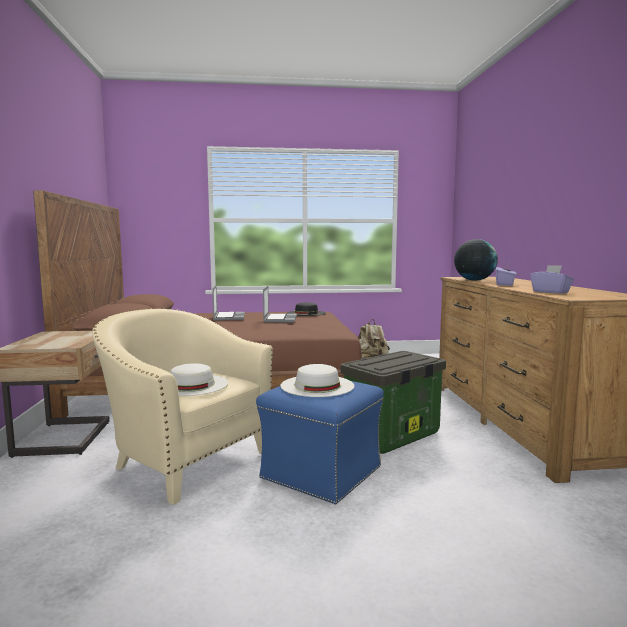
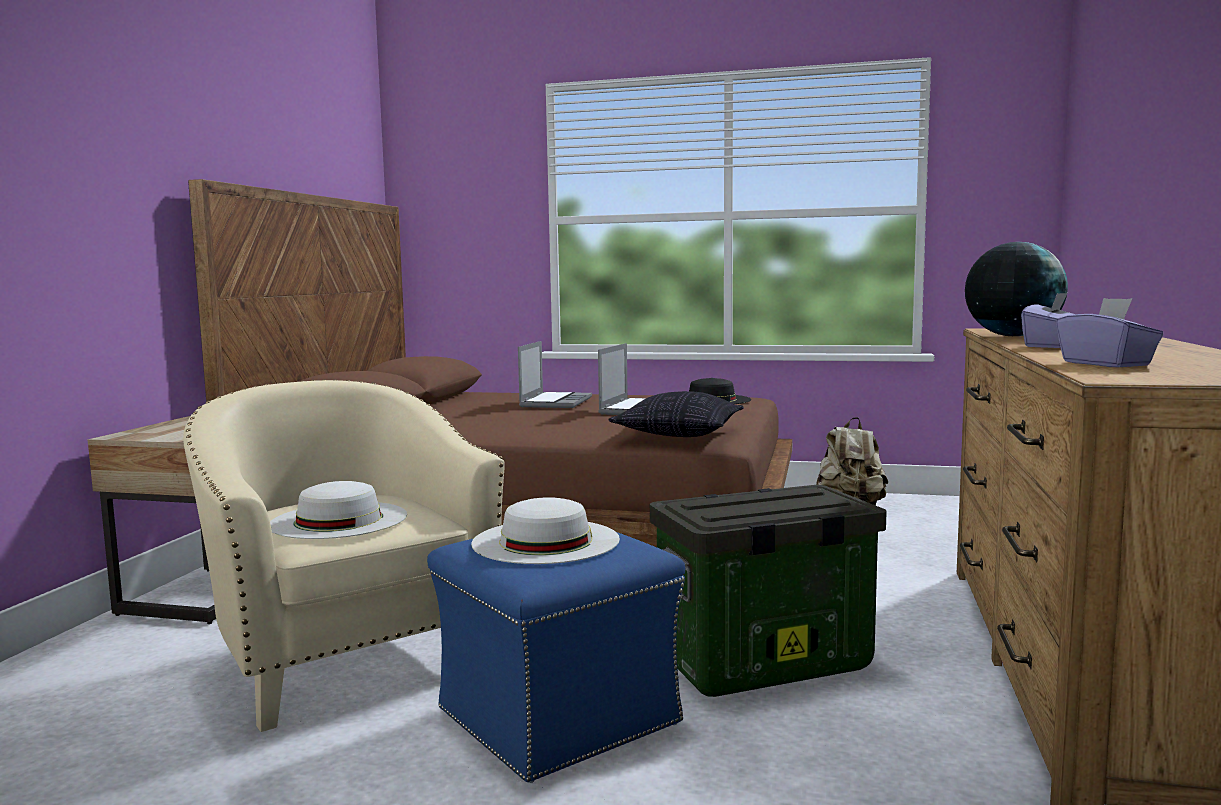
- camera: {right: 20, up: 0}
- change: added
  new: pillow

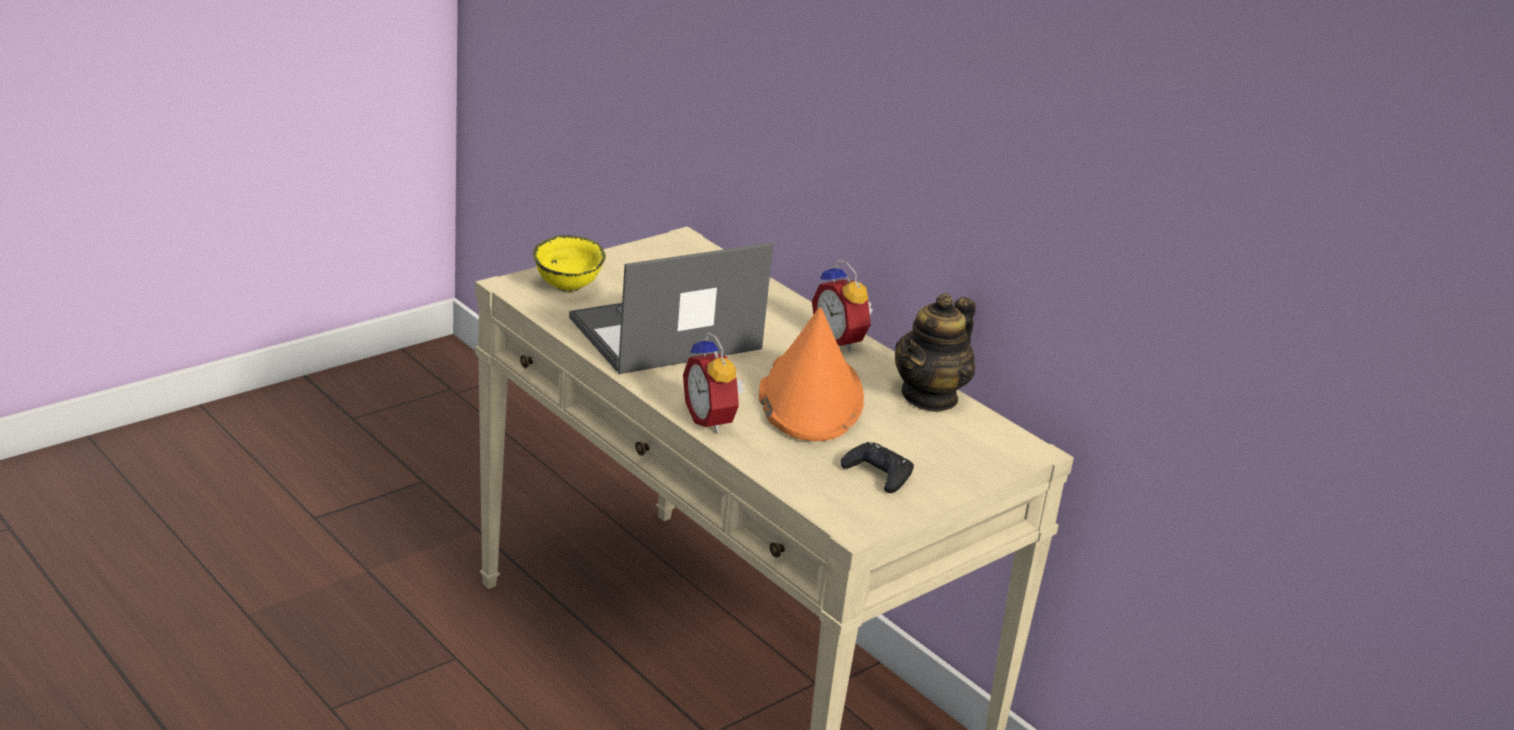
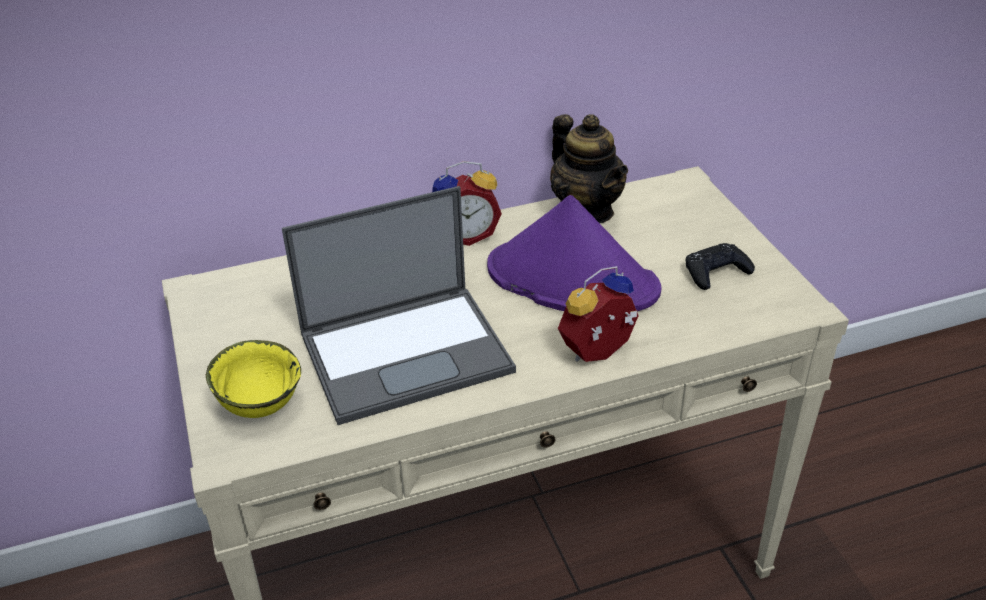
- camera: {right: -65, up: 10}
- change: turned
  old: laptop
  degrees: -105
- change: recoloured
  old: hat (orange)
  new: hat (purple)
- change: turned
  old: alarm clock (1st from left in the first image)
  degrees: 150

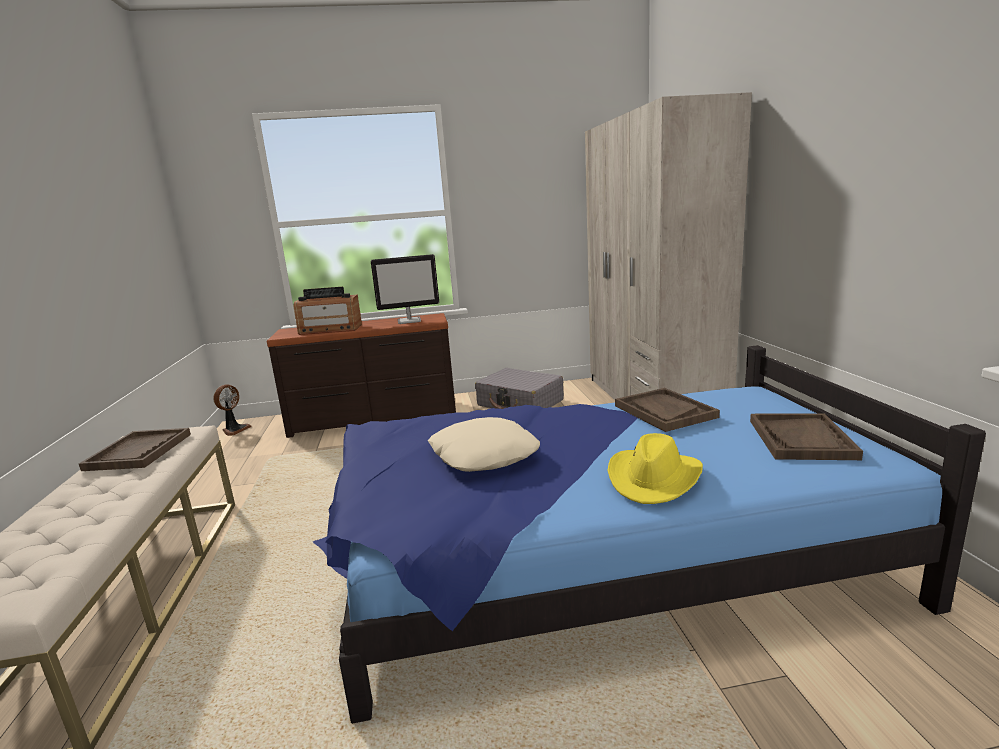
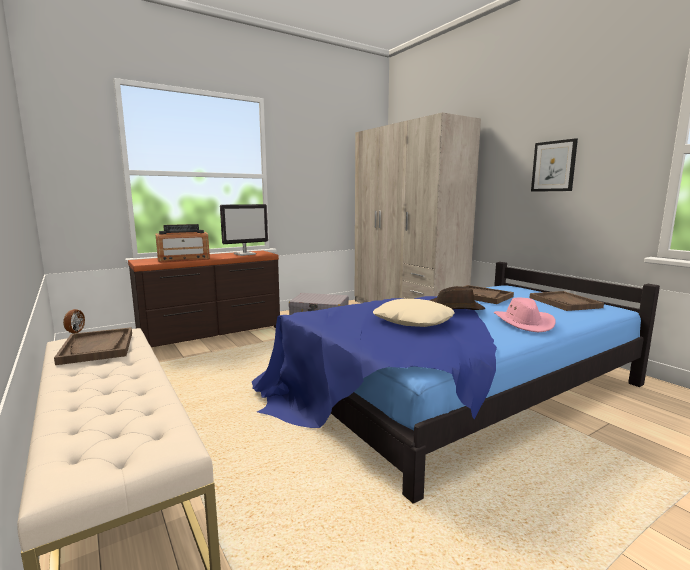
- camera: {right: -25, up: -5}
- change: recoloured
  old: hat (yellow)
  new: hat (pink)
- change: added
  new: picture
- change: added
  new: hat (brown)

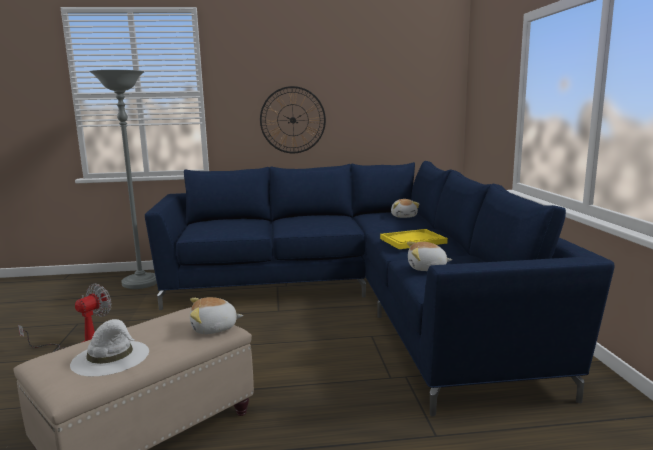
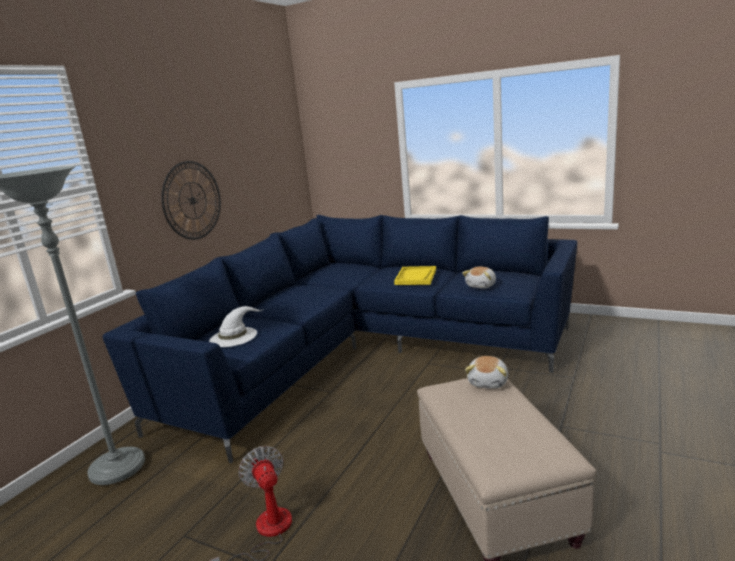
- camera: {right: -55, up: 5}
- change: removed
  old: plush toy (2nd from left)
- change: moved
  old: hat (white)

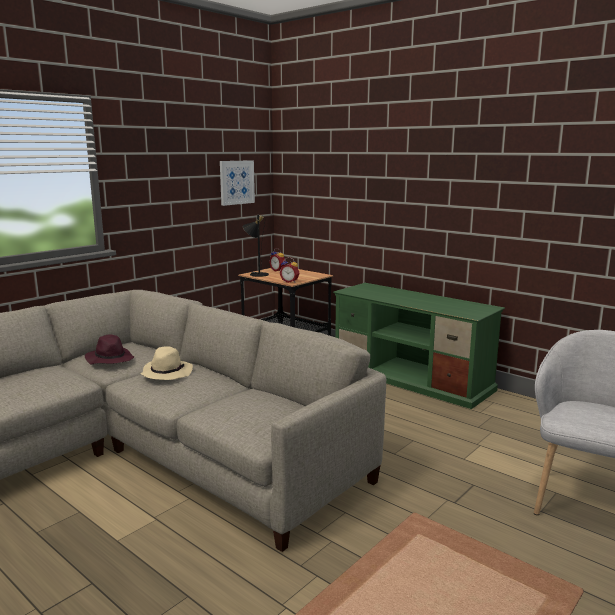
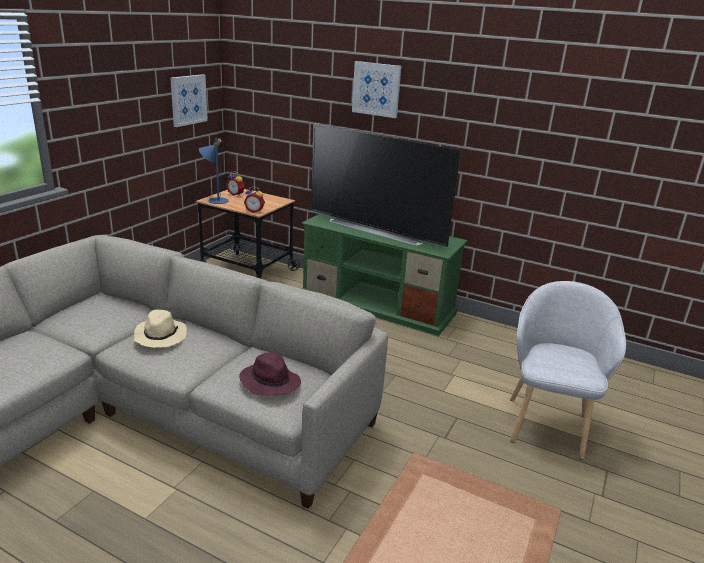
- camera: {right: -15, up: 10}
- change: recoloured
  old: table lamp (black)
  new: table lamp (blue)
- change: moved
  old: hat (purple)
- change: added
  new: picture (2nd from left)
- change: added
  new: television

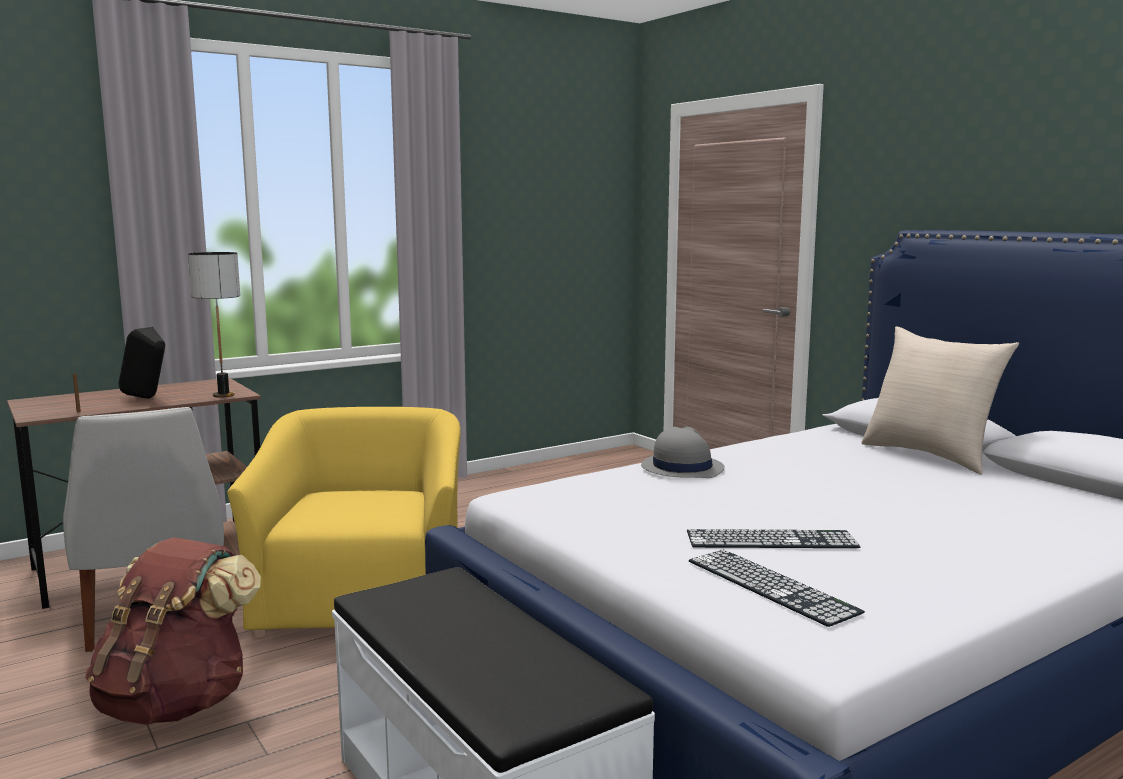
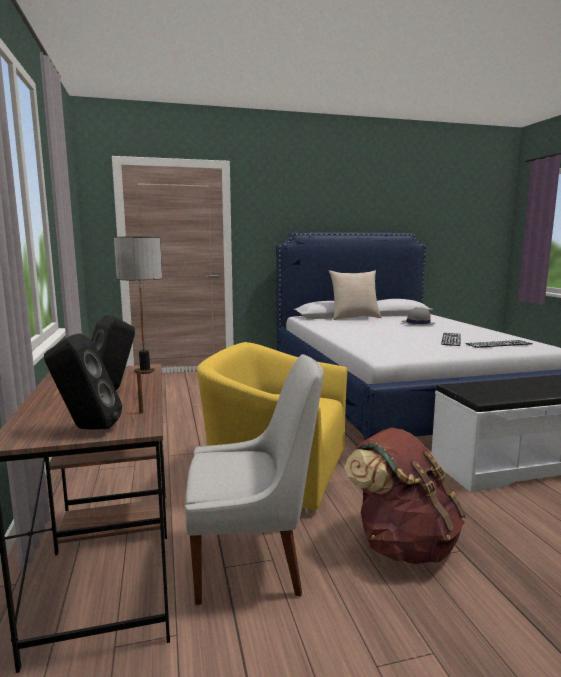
- camera: {right: -70, up: 0}
- change: moved
  old: hat (grey)
- change: added
  new: speaker (black) (1st from left)

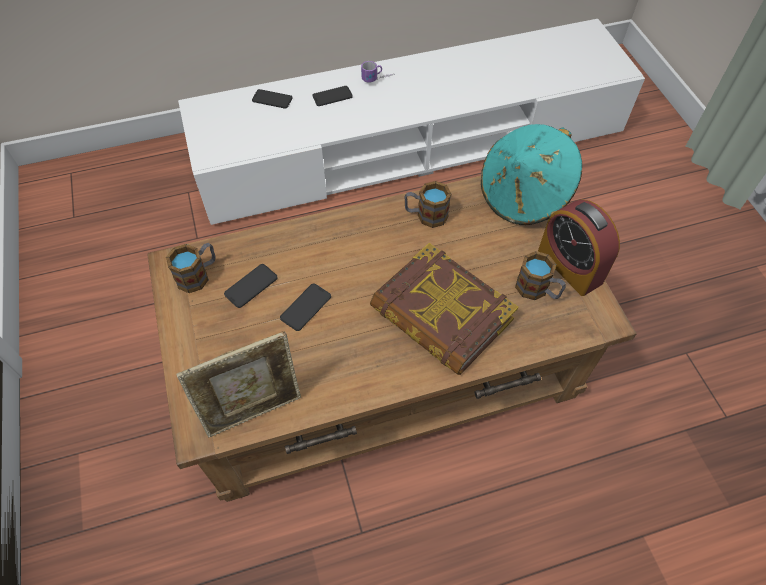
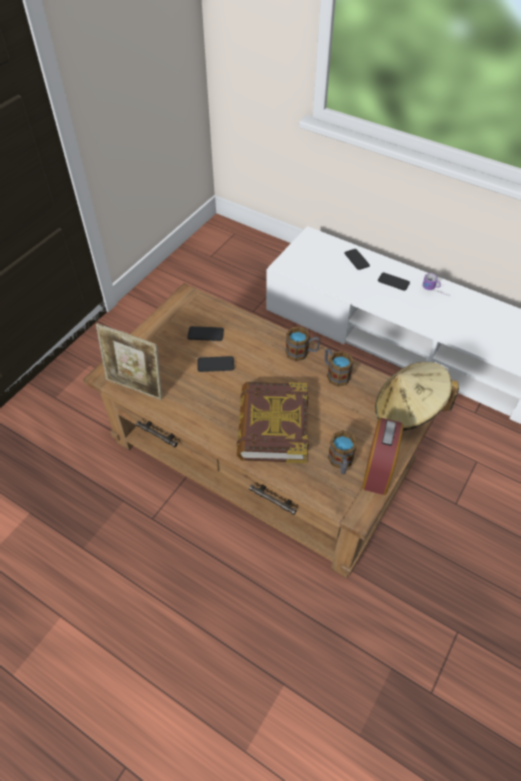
- camera: {right: 50, up: -5}
- change: recoloured
  old: hat (turquoise)
  new: hat (beige)
- change: moved
  old: mug (1st from left)

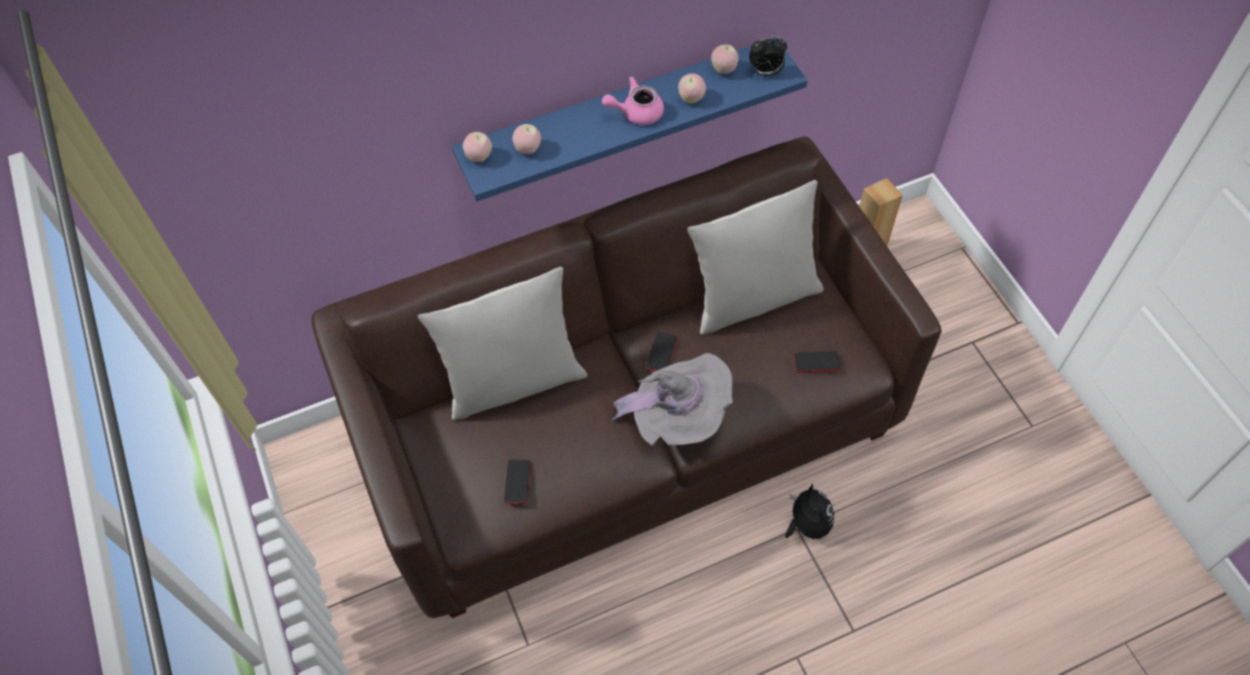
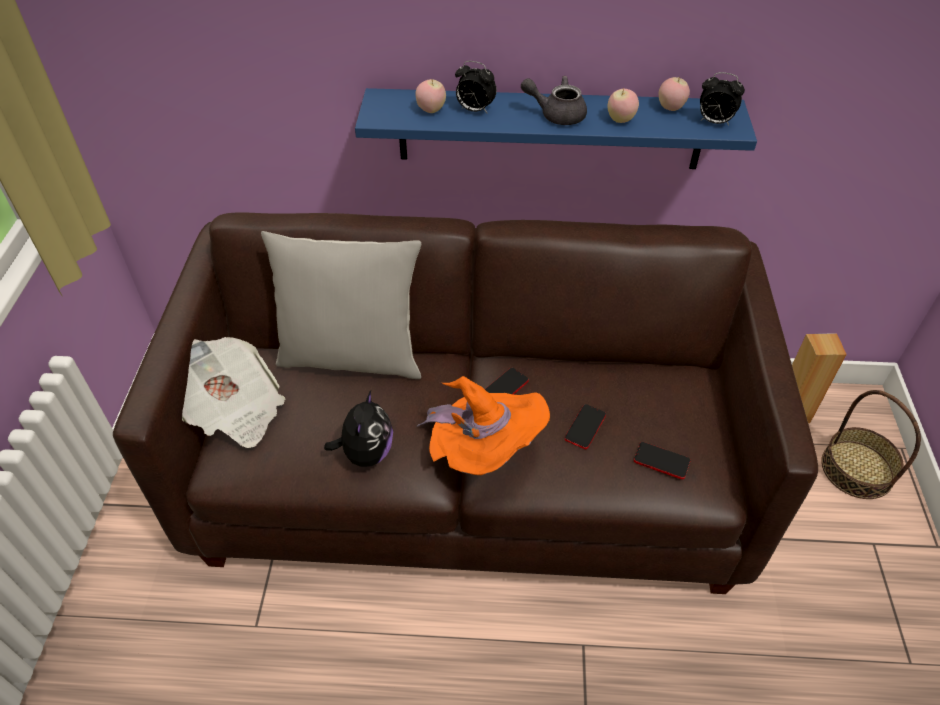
- camera: {right: 25, up: -10}
- change: recoloured
  old: teapot (pink)
  new: teapot (grey)
- change: removed
  old: apple (1st from left)
- change: removed
  old: pillow (grey) (2nd from left)
- change: recoloured
  old: hat (grey)
  new: hat (orange)
- change: moved
  old: phone (1st from left in the first image)
  new: phone (2nd from left)
- change: moved
  old: plush toy
- change: added
  new: alarm clock (1st from left)
- change: added
  new: newspaper
- change: added
  new: basket

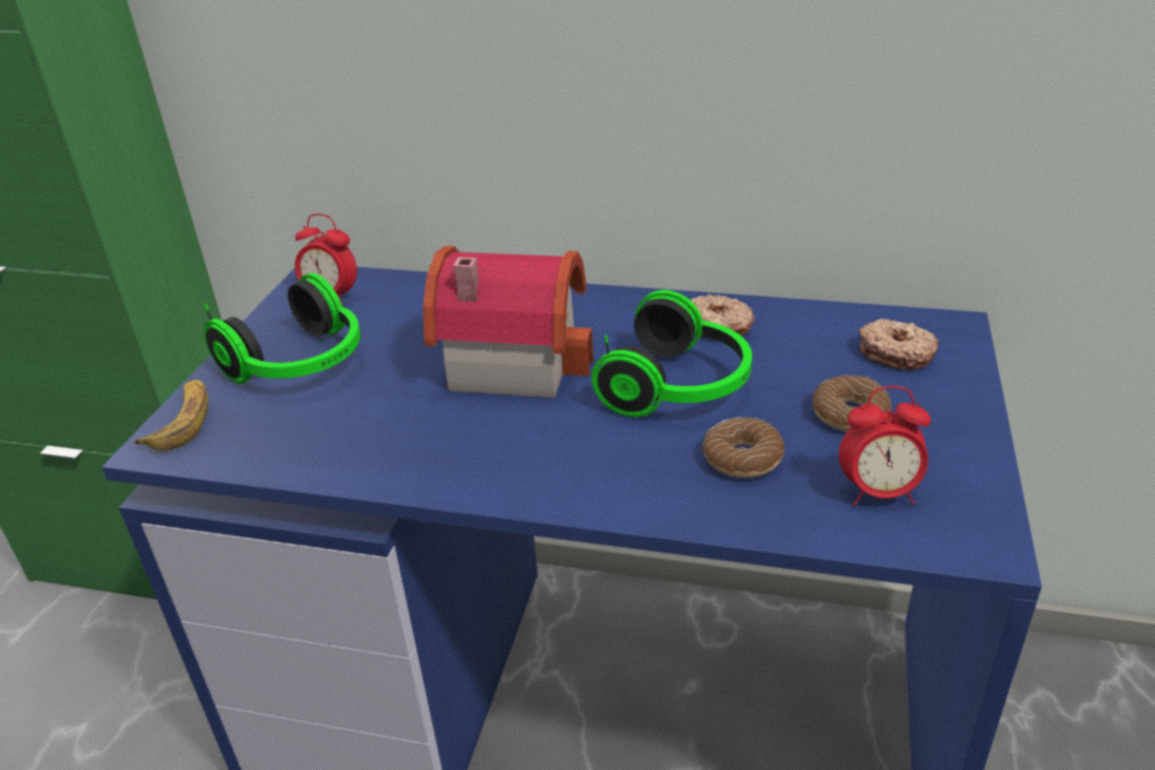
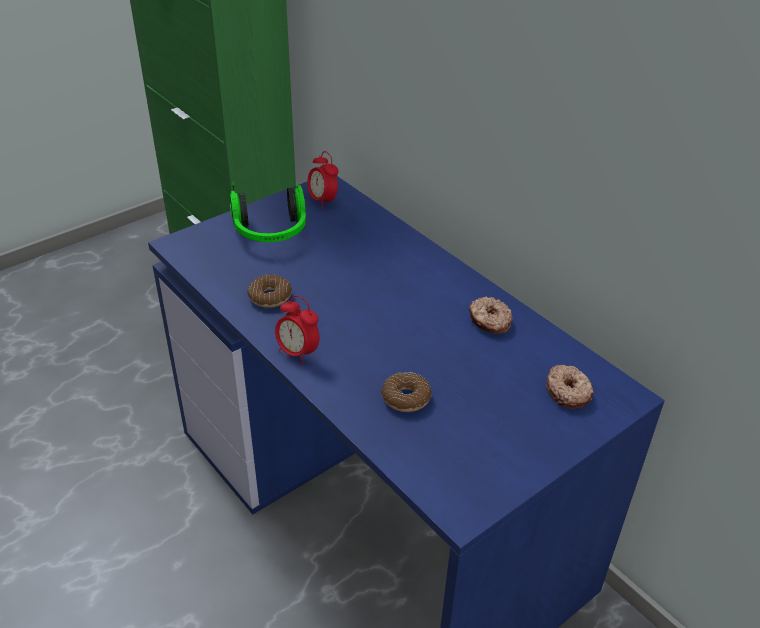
- camera: {right: 35, up: 5}
- change: removed
  old: toy house
- change: removed
  old: headphones (2nd from left)
- change: moved
  old: donut (3rd from left in the first image)
  new: donut (1st from left)
- change: removed
  old: banana
- change: moved
  old: alarm clock (2nd from left in the first image)
  new: alarm clock (1st from left)

